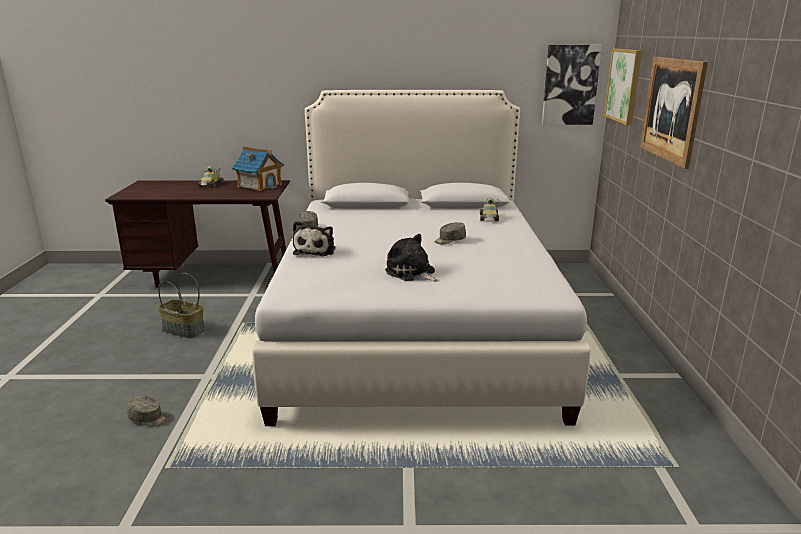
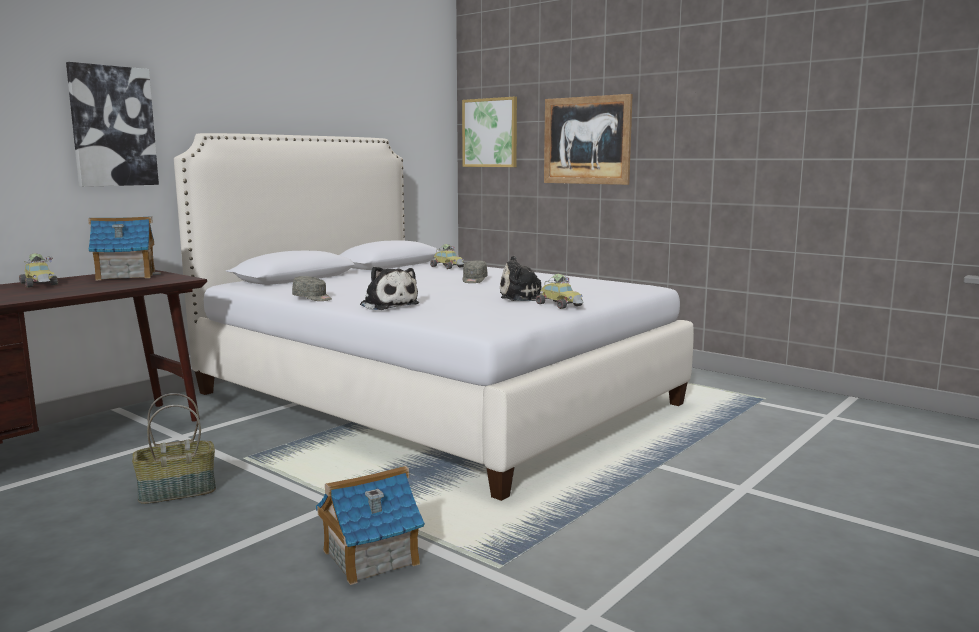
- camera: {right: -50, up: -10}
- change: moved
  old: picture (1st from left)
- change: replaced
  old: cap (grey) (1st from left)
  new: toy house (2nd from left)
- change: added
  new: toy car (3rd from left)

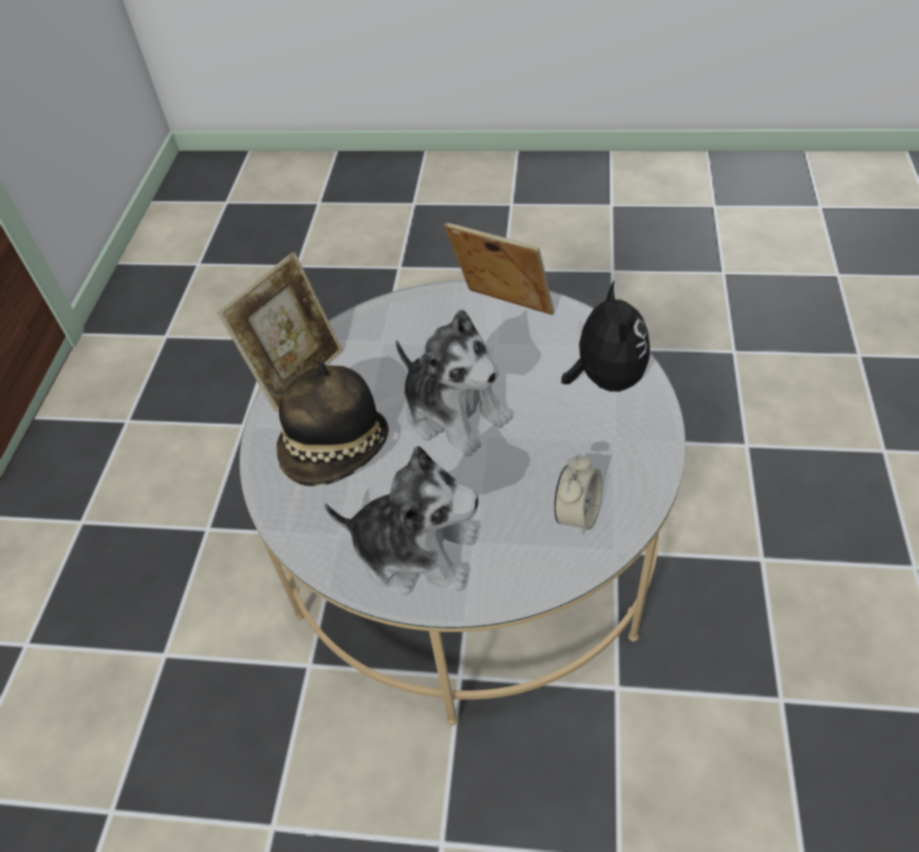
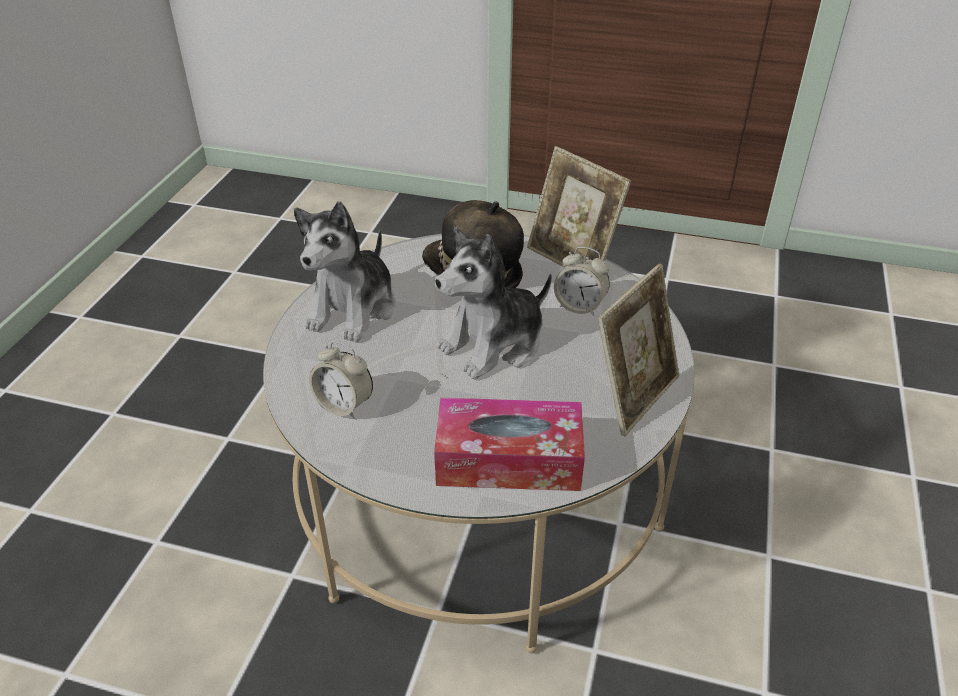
- camera: {right: 95, up: -10}
- change: replaced
  old: plush toy (3rd from left)
  new: tissue box
- change: added
  new: alarm clock (2nd from left)

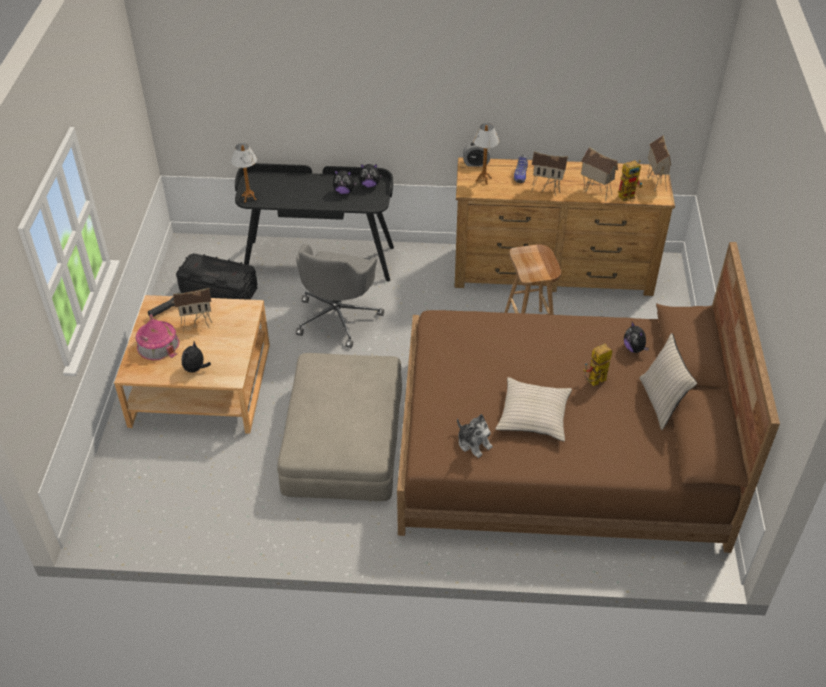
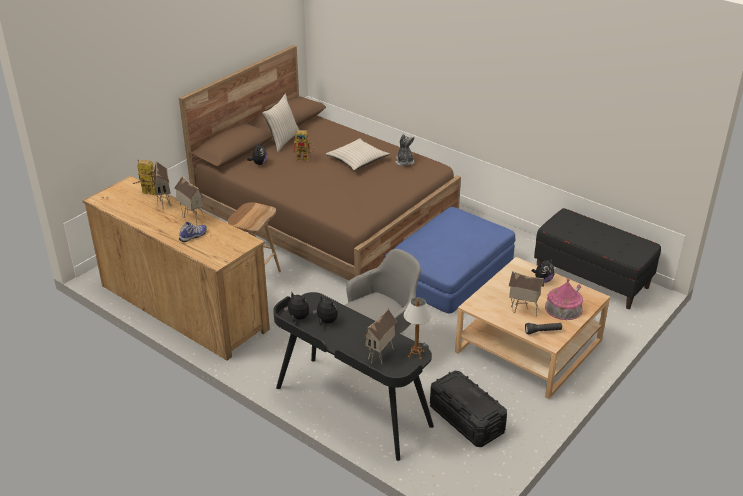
- camera: {right: -145, up: -10}
- change: removed
  old: table lamp (2nd from left)
- change: moved
  old: toy house (5th from left in the first image)
  new: toy house (3rd from left)
- change: removed
  old: alarm clock
- change: recoloured
  old: ottoman (beige)
  new: ottoman (blue)
- change: added
  new: bench (black)

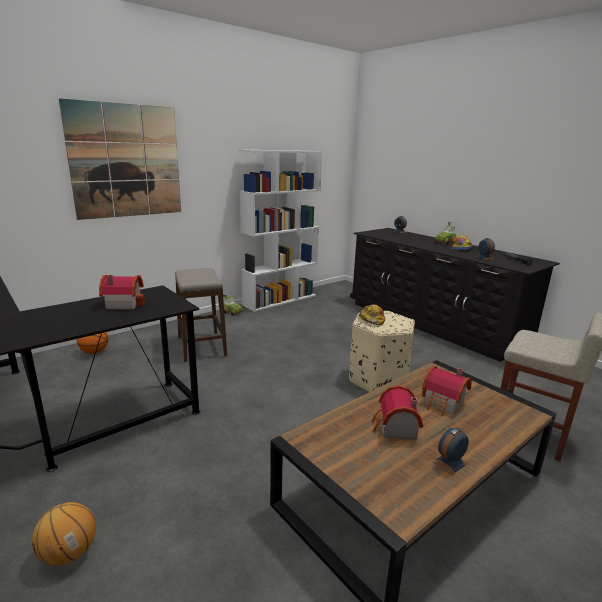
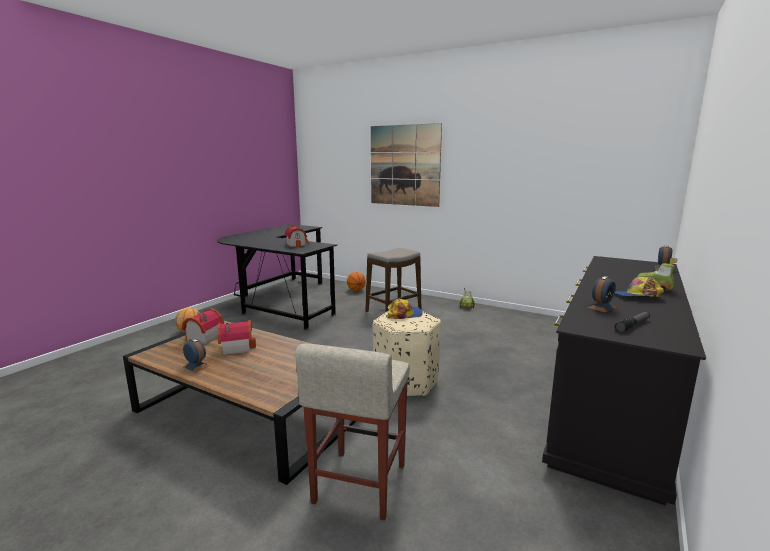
- camera: {right: 70, up: -5}
- change: removed
  old: bookcase (white)
- change: moved
  old: toy house (3rd from left in the first image)
  new: toy house (1st from left)

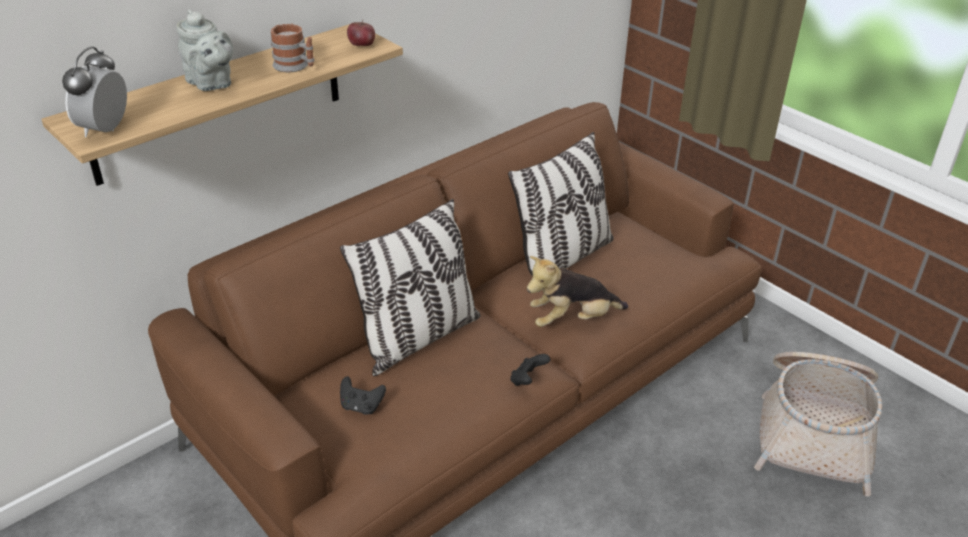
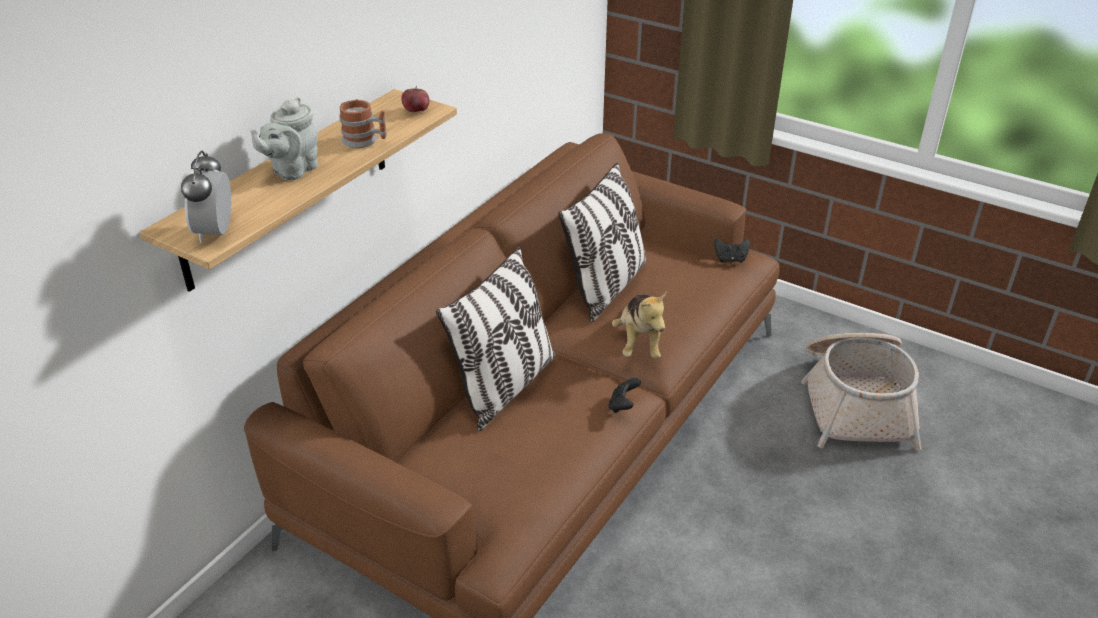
- camera: {right: -15, up: 0}
- change: turned
  old: teapot (grey)
  degrees: 90
- change: turned
  old: plush toy
  degrees: -60
- change: moved
  old: game controller (black) (1st from left in the first image)
  new: game controller (black) (2nd from left)

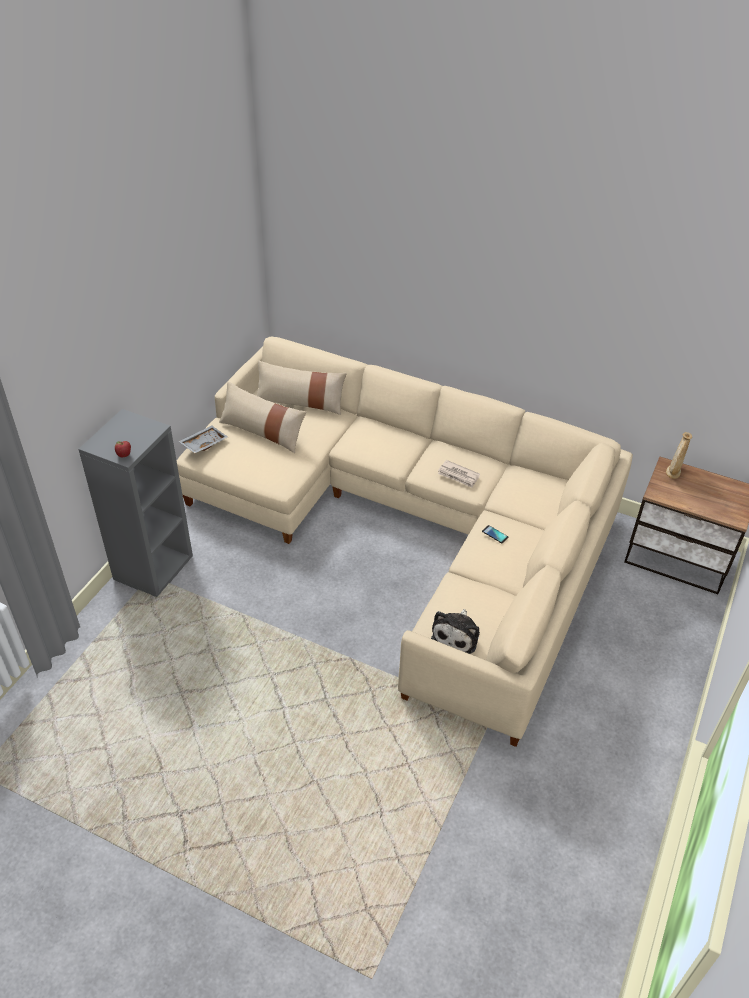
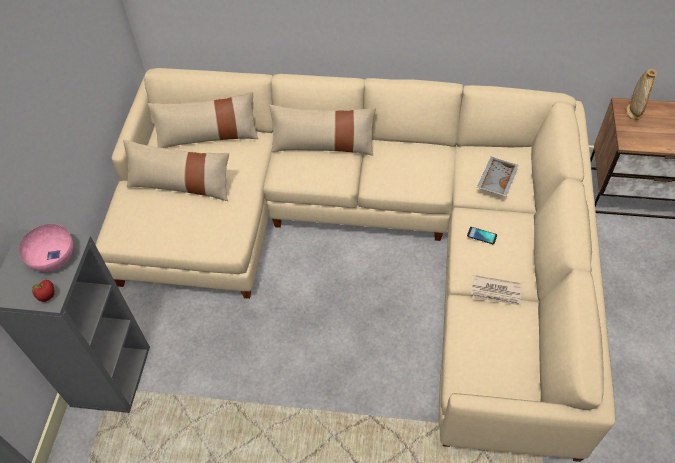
- camera: {right: -15, up: 10}
- change: moved
  old: tray (grey)
- change: moved
  old: newspaper
- change: removed
  old: plush toy
- change: added
  new: pillow (beige) (3rd from left)
- change: added
  new: bowl (pink)

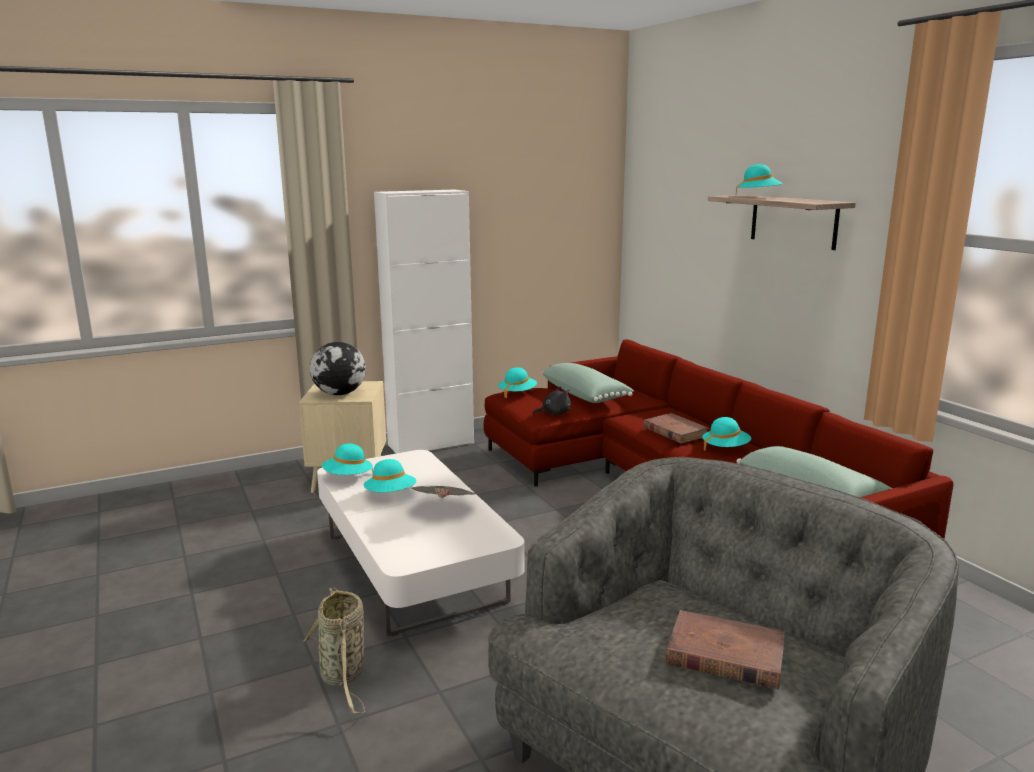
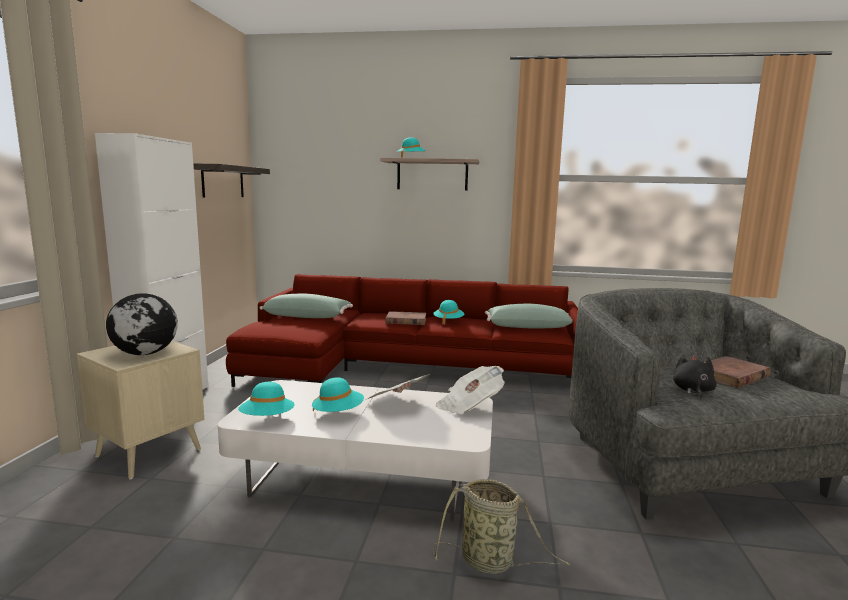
- camera: {right: -55, up: -5}
- change: removed
  old: hat (turquoise) (3rd from left)
- change: moved
  old: plush toy (black)
- change: added
  new: shelf (1st from left)
- change: added
  new: newspaper (2nd from left)

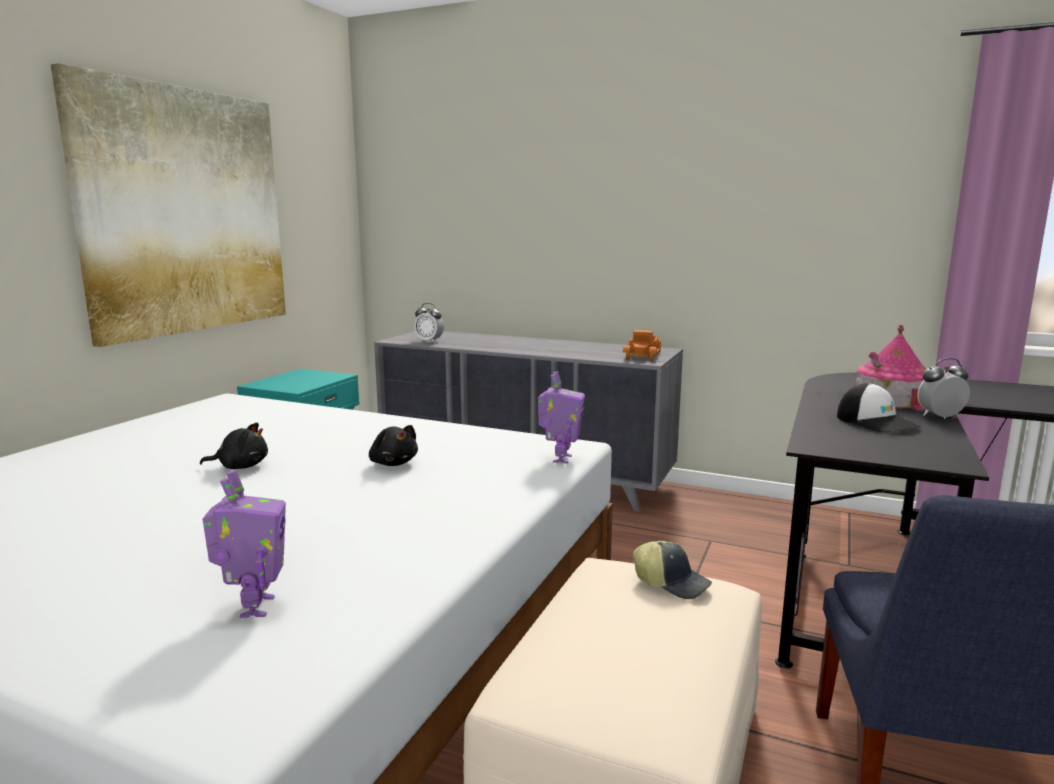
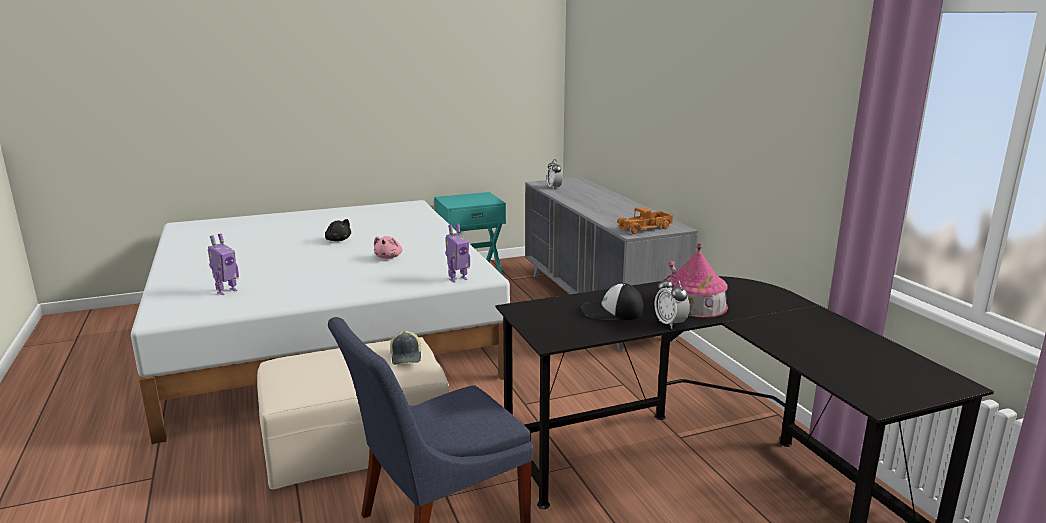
- camera: {right: 45, up: 5}
- change: removed
  old: picture
- change: turned
  old: alarm clock (2nd from left)
  degrees: -150
- change: turned
  old: cap (2nd from left)
  degrees: 75
- change: recoloured
  old: plush toy (black) (2nd from left)
  new: plush toy (pink)

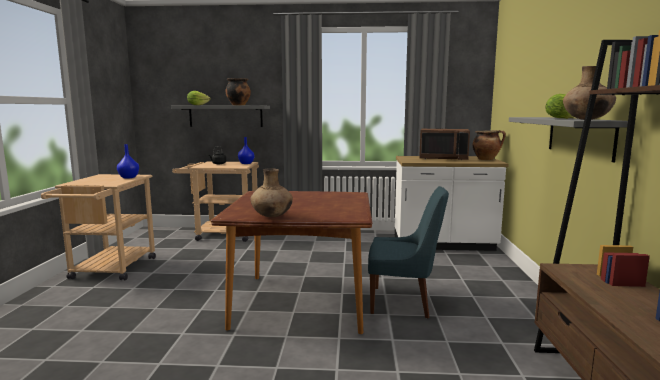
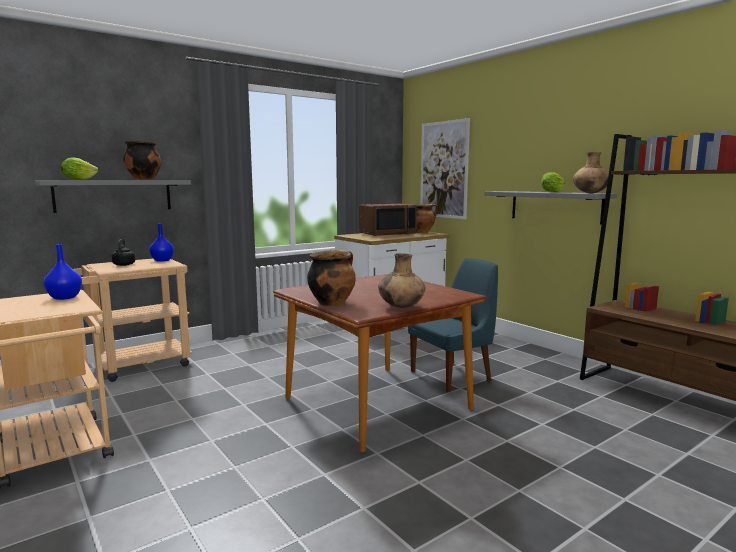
- camera: {right: -40, up: 0}
- change: added
  new: picture
- change: added
  new: cooking pot (2nd from left)

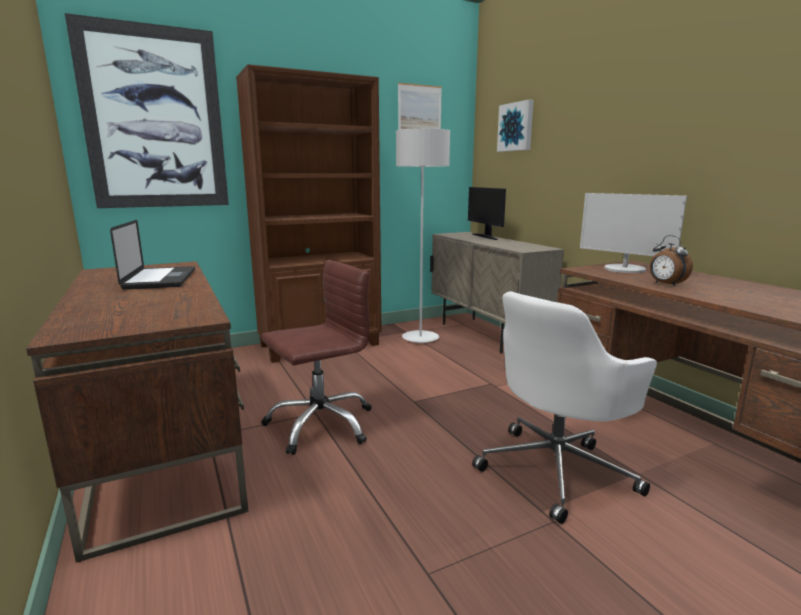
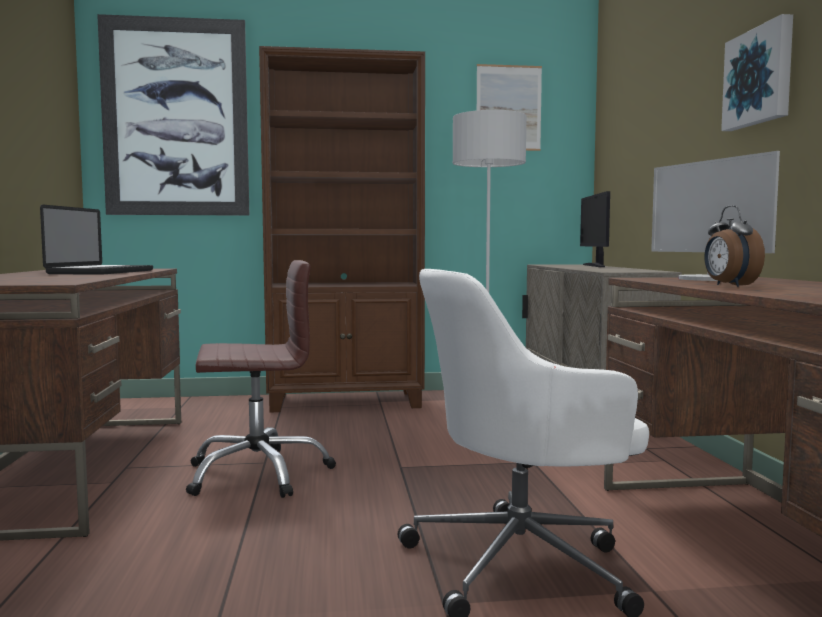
- camera: {right: 20, up: -10}
- change: moved
  old: picture (3rd from left)

